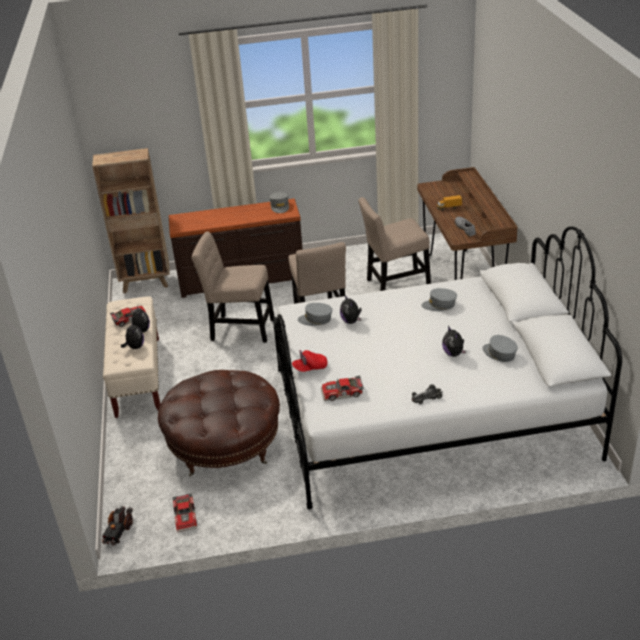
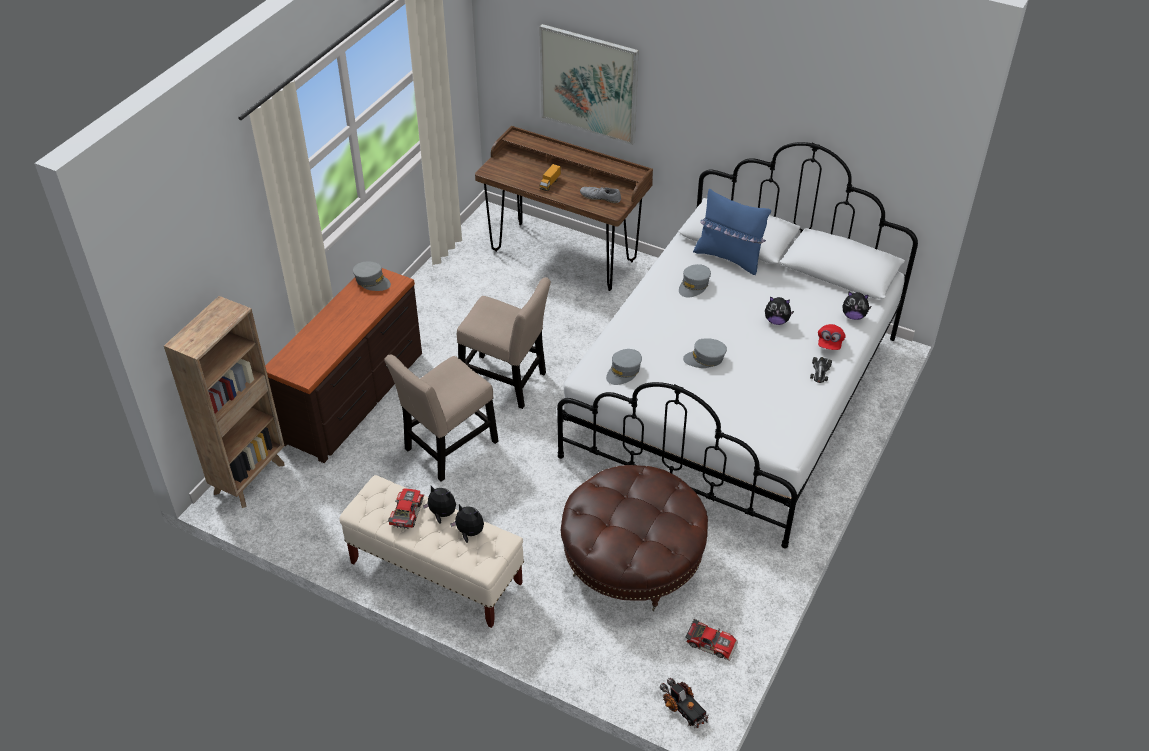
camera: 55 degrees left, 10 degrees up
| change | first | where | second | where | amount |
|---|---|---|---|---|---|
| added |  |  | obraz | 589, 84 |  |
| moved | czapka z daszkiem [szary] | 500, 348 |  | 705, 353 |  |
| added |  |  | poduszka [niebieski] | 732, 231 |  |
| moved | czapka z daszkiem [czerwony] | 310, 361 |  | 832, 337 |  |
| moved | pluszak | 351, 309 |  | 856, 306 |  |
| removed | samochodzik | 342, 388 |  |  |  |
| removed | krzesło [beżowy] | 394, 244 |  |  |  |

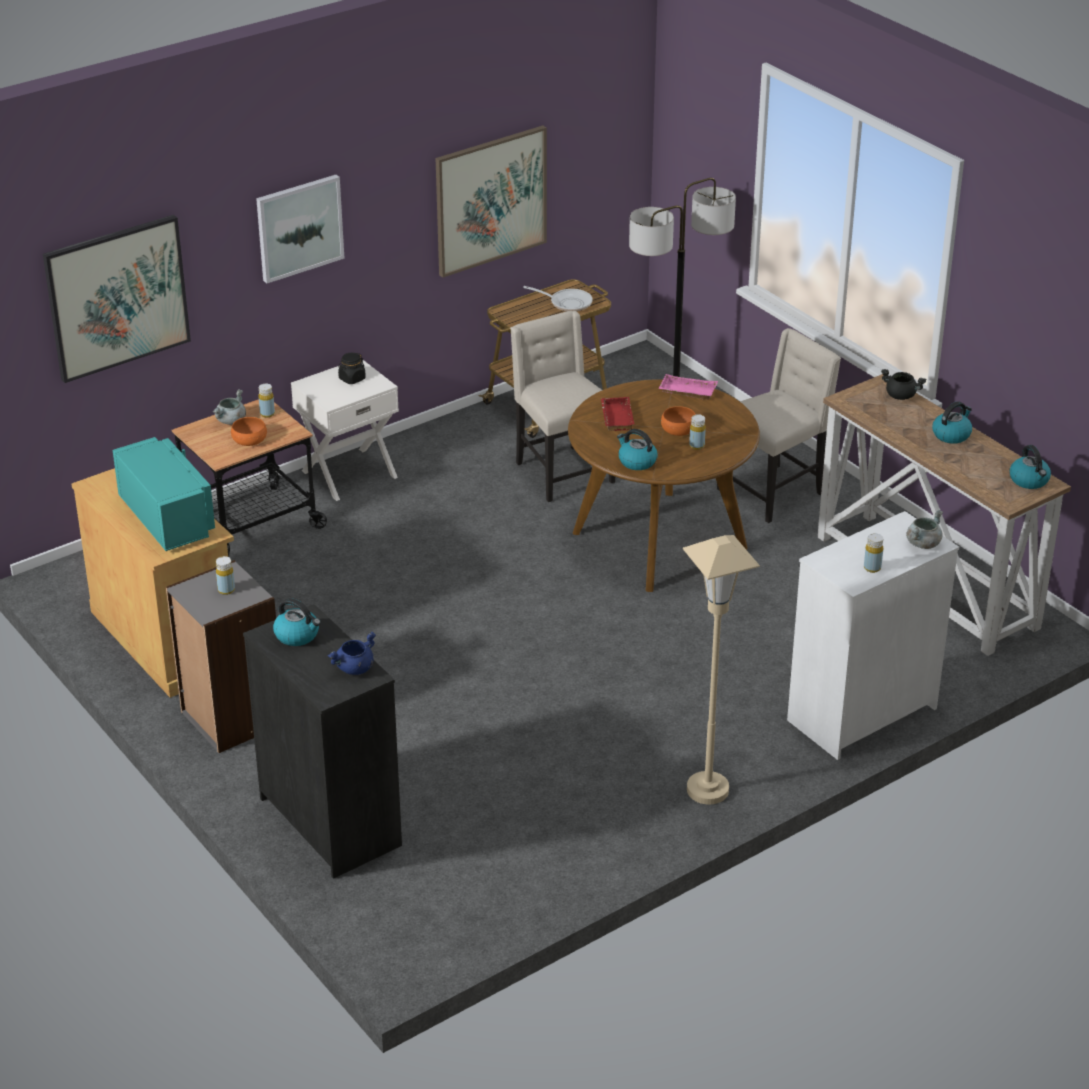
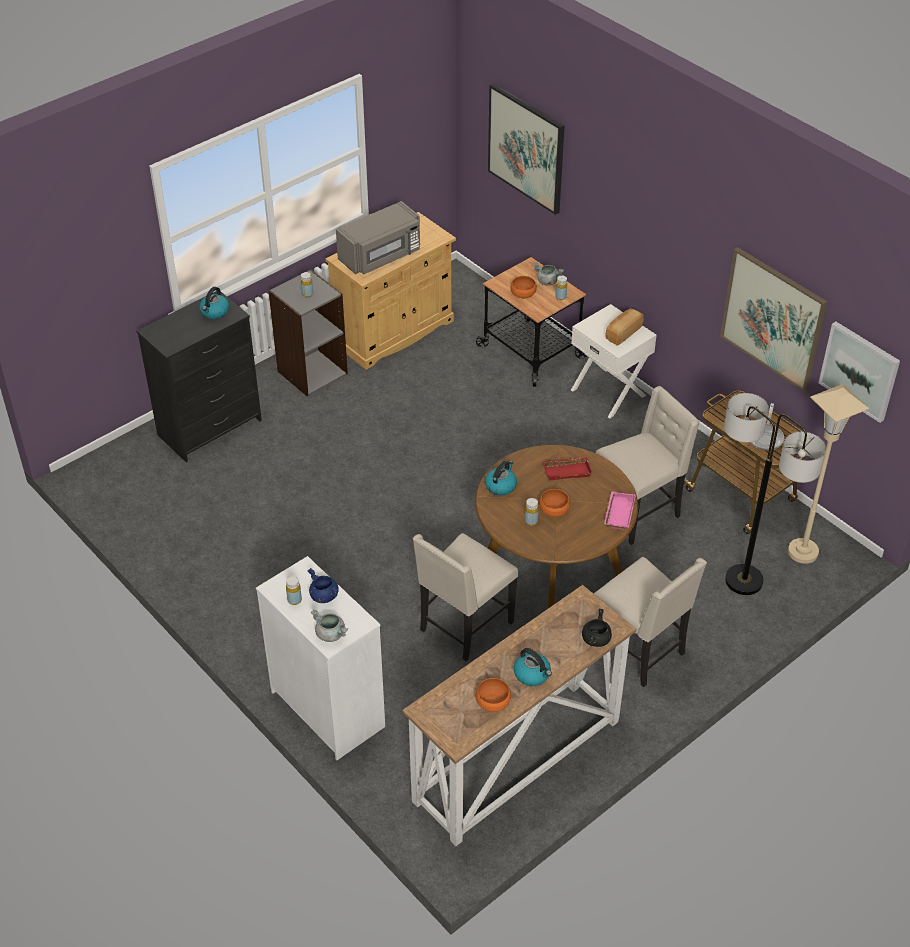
camera: 85 degrees right, 10 degrees up
| change | first | where | second | where | amount |
|---|---|---|---|---|---|
| moved | garnek [niebieski] | 351, 653 |  | 323, 585 |  |
| recoloured | mikrofalówka [turkusowy] | 164, 494 | mikrofalówka [szary] | 378, 237 |  |
| added |  |  | krzesło [beżowy] | 465, 597 |  |
| added |  |  | miska [pomarańczowy] | 493, 695 |  |
| replaced | słoik [czarny] | 352, 368 | chleb | 625, 327 |  |
| moved | lampa stojąca [beżowy] | 721, 669 |  | 828, 474 |  |
| moved | obraz | 300, 229 |  | 859, 372 |  |
| removed | czajnik | 1030, 467 |  |  |  |

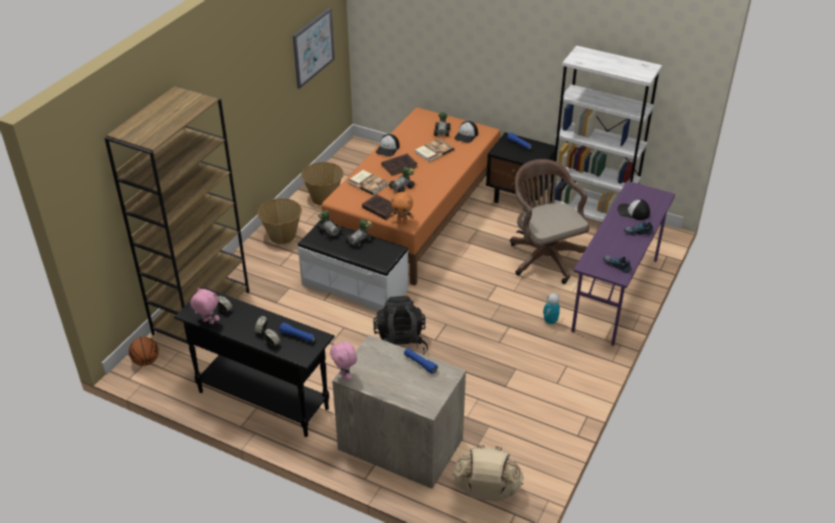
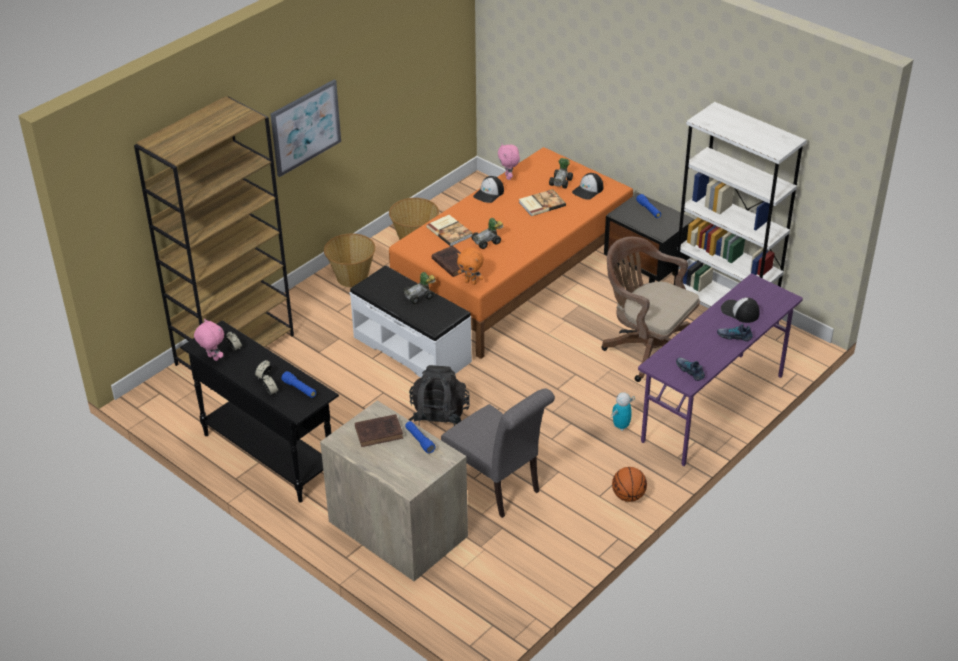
camera: 15 degrees right, 0 degrees up
| change | first | where | second | where | amount |
|---|---|---|---|---|---|
| moved | obraz | 314, 48 |  | 305, 128 |  |
| moved | książka [brązowy] | 399, 165 |  | 379, 430 |  |
| added |  |  | krzesło [szary] | 498, 453 |  |
| moved | pluszak [różowy] | 343, 361 |  | 509, 162 |  |
| turned | krzesło biurowe [brązowy] | 549, 221 |  | 650, 309 | 45 degrees counterclockwise |
| moved | piłka do koszykówki | 144, 351 |  | 629, 484 |  |
| removed | samochodzik | 329, 224 |  |  |  |
| removed | plecak [beżowy] | 488, 473 |  |  |  |

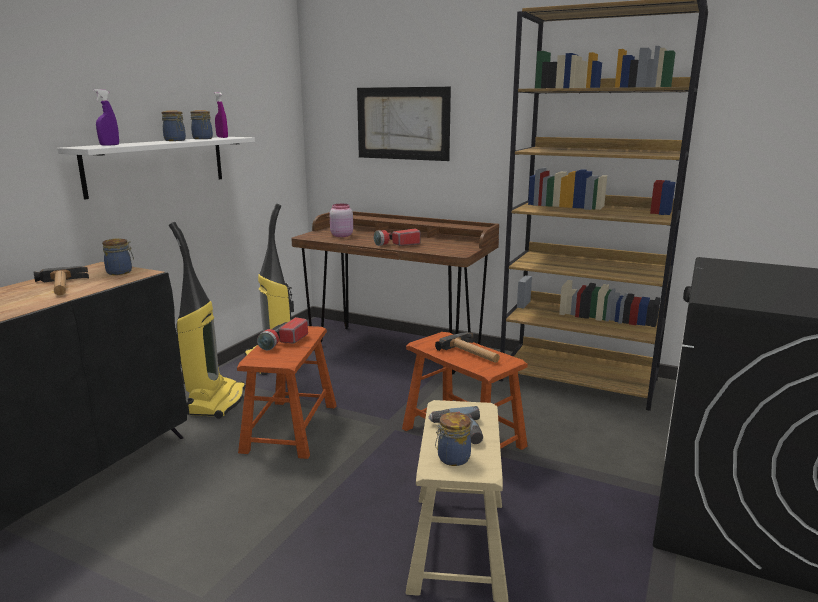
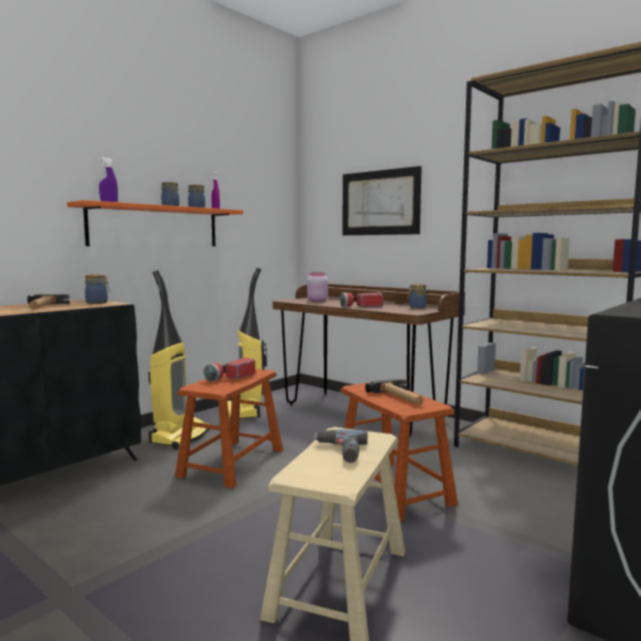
camera: 15 degrees right, 10 degrees down
| change | first | where | second | where | amount |
|---|---|---|---|---|---|
| recoloured | półka [biały] | 156, 168 | półka [pomarańczowy] | 155, 223 |  |
| moved | słoik | 453, 439 |  | 417, 296 |  |

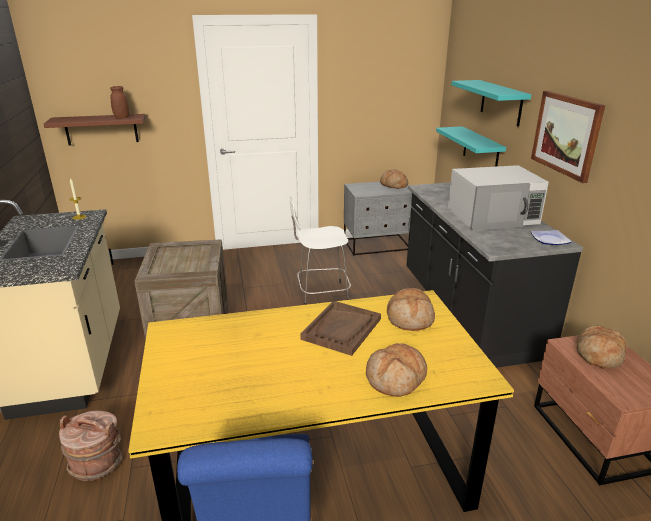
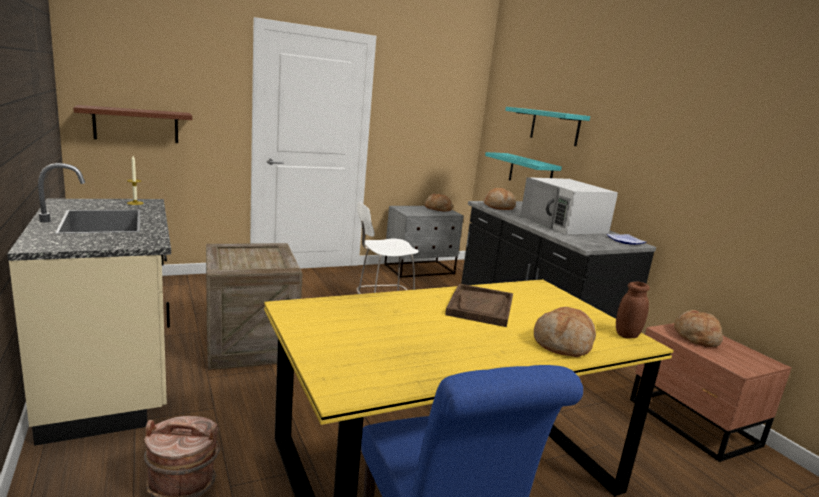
camera: 15 degrees left, 10 degrees down
| change | first | where | second | where | amount |
|---|---|---|---|---|---|
| moved | chleb | 411, 309 |  | 500, 199 |  |
| turned | mikrofalówka [biały] | 498, 197 |  | 569, 205 | 90 degrees clockwise |
| moved | słoik [brązowy] | 119, 102 |  | 632, 310 |  |
| removed | obraz | 568, 137 |  |  |  |

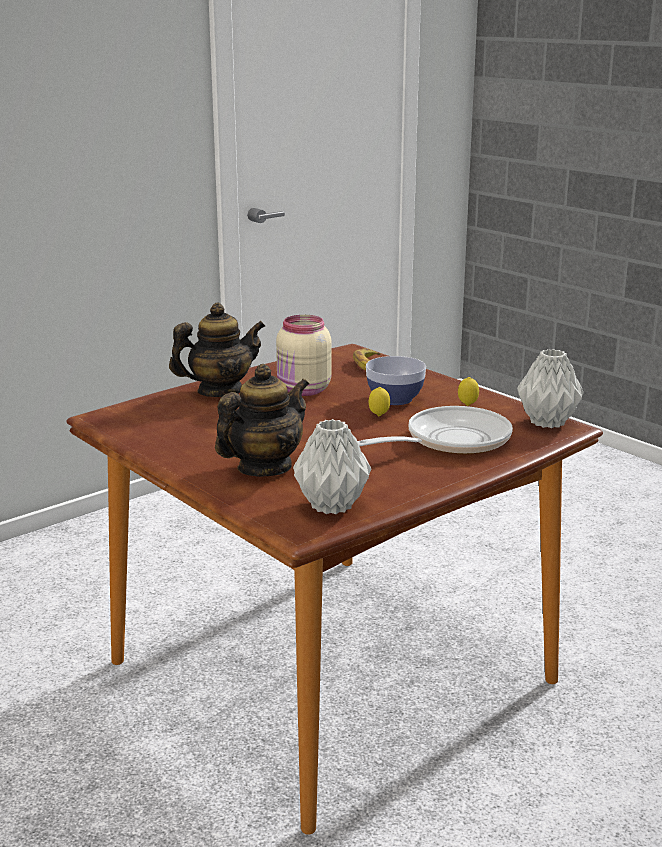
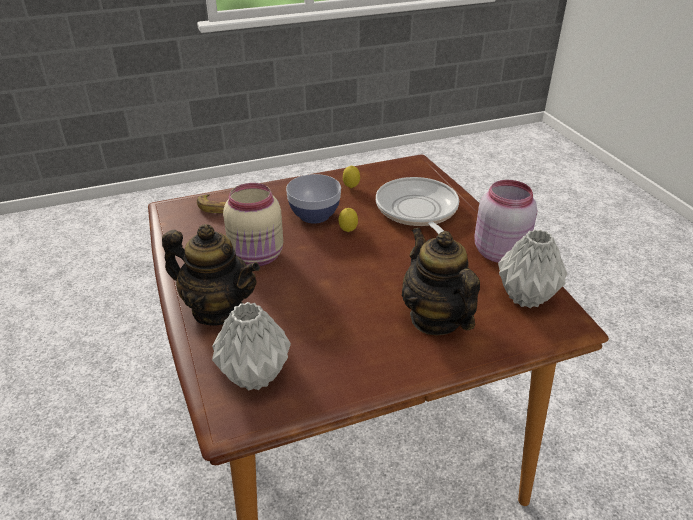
camera: 70 degrees left, 15 degrees up
| change | first | where | second | where | amount |
|---|---|---|---|---|---|
| turned | imbryk | 217, 350 |  | 211, 275 | 120 degrees clockwise |
| moved | wazon [szary] | 550, 388 |  | 251, 346 |  |
| added |  |  | słoik [różowy] | 506, 221 |  |

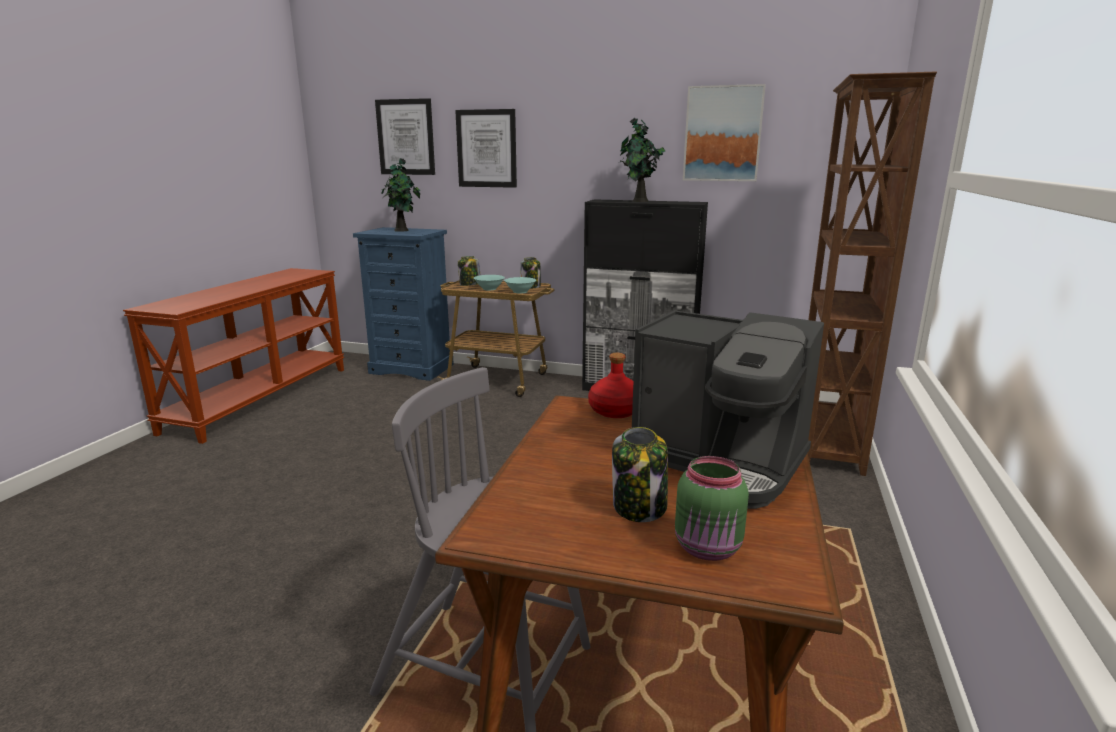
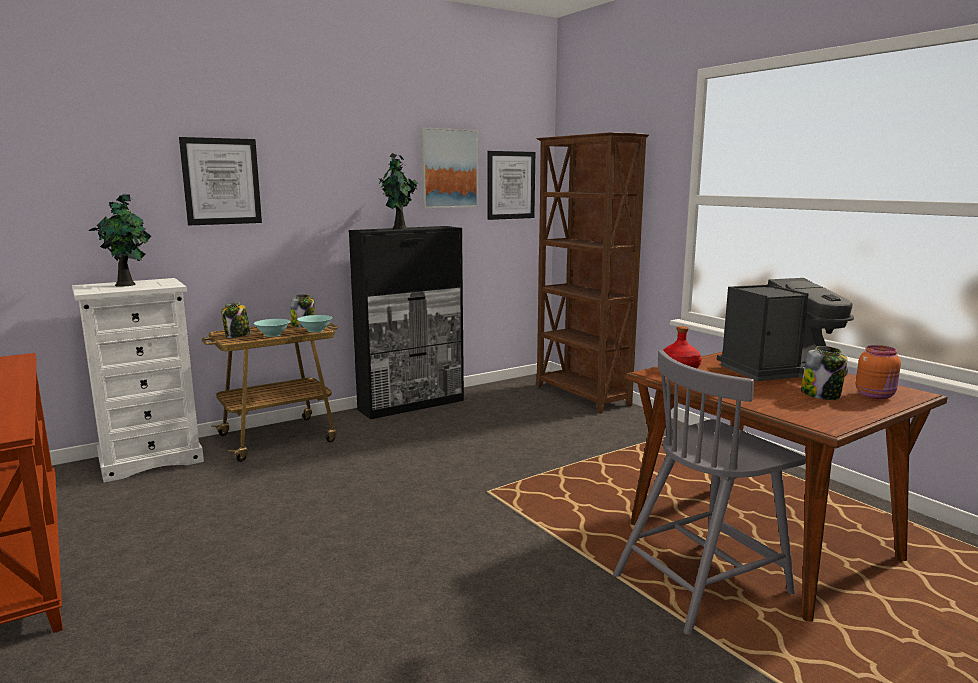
camera: 50 degrees left, 5 degrees down
| change | first | where | second | where | amount |
|---|---|---|---|---|---|
| recoloured | komoda [niebieski] | 403, 304 | komoda [biały] | 138, 380 |  |
| moved | obraz | 405, 136 |  | 511, 185 |  |
| recoloured | słoik [zielony] | 712, 508 | słoik [pomarańczowy] | 878, 372 |  |

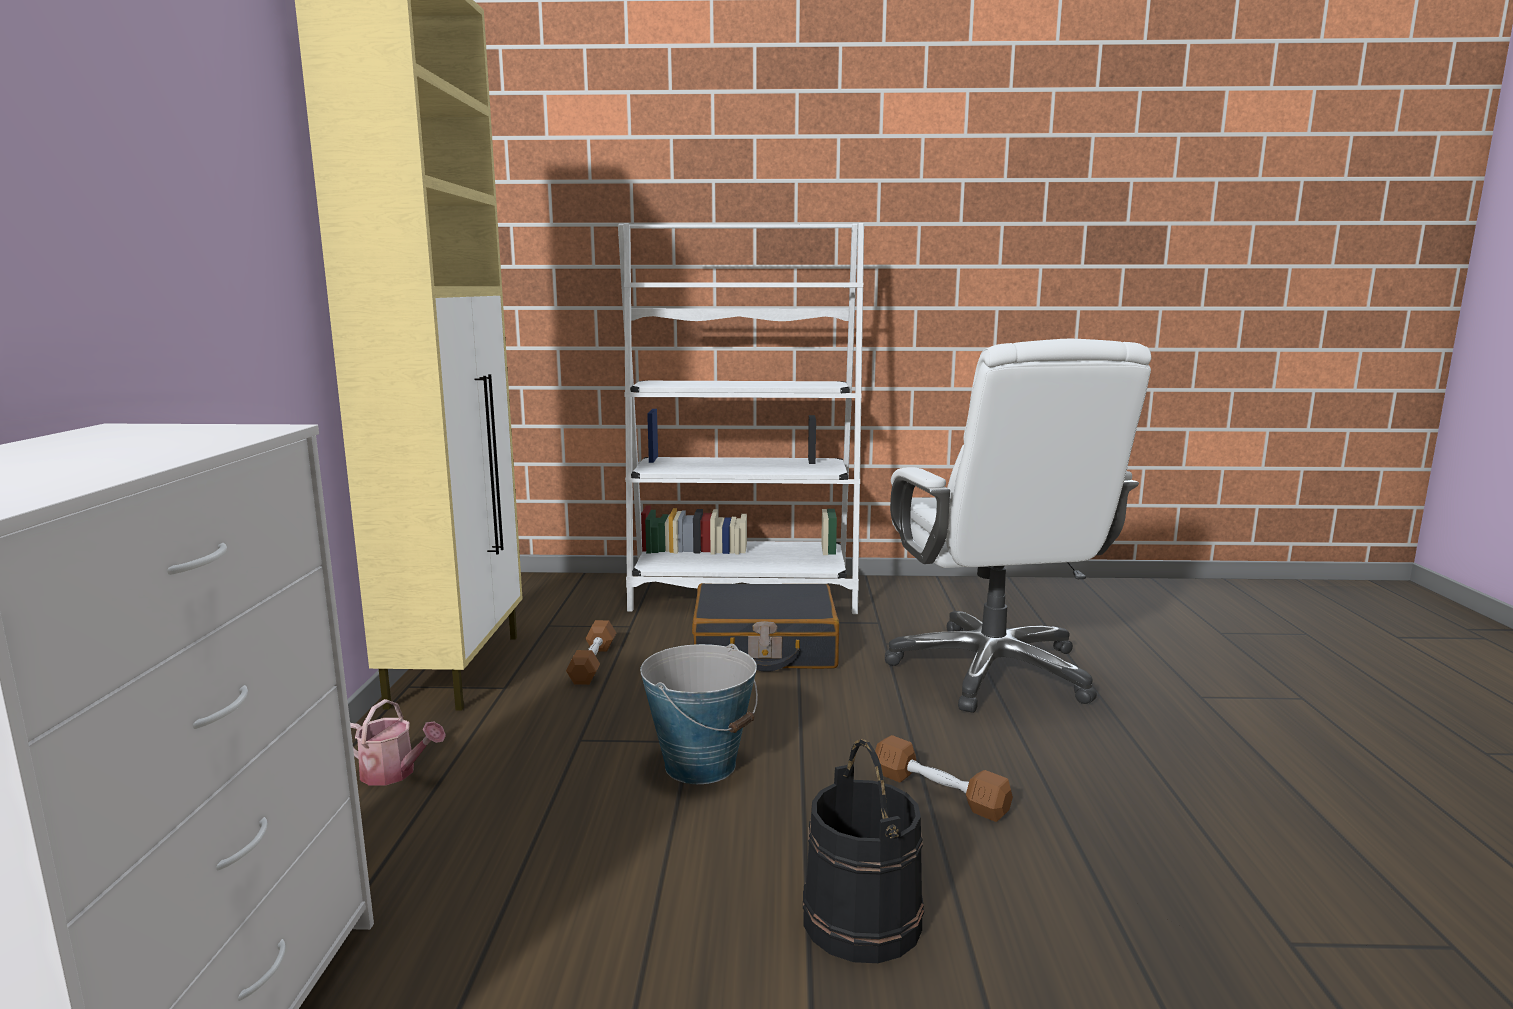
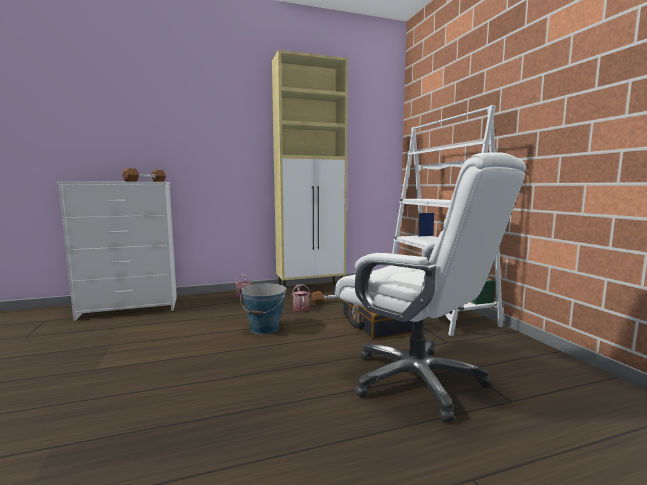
camera: 70 degrees right, 5 degrees down
| change | first | where | second | where | amount |
|---|---|---|---|---|---|
| moved | hantel [brązowy] | 944, 778 |  | 144, 175 |  |
| added |  |  | konewka | 301, 297 |  |
| turned | krzesło biurowe [biały] | 1018, 526 |  | 430, 287 | 105 degrees counterclockwise |
| removed | wiadro [czarny] | 863, 851 |  |  |  |

